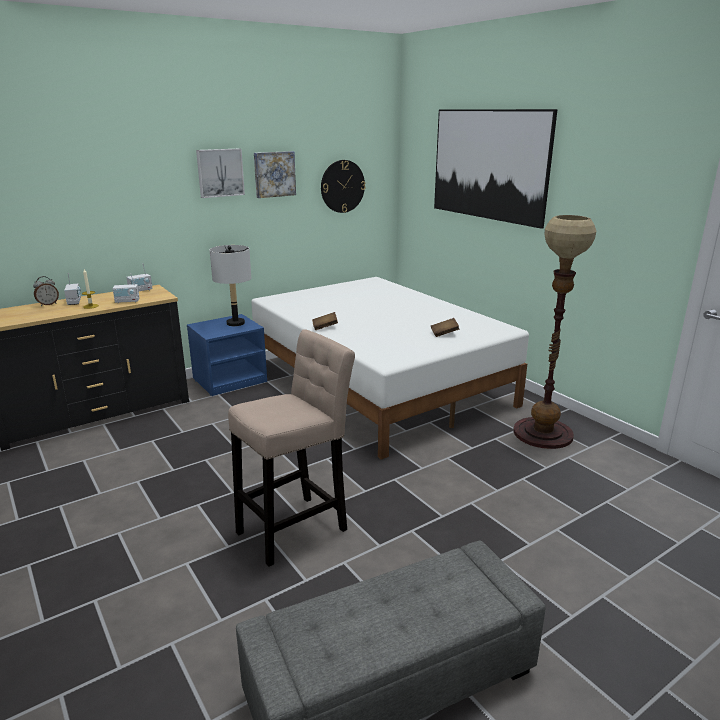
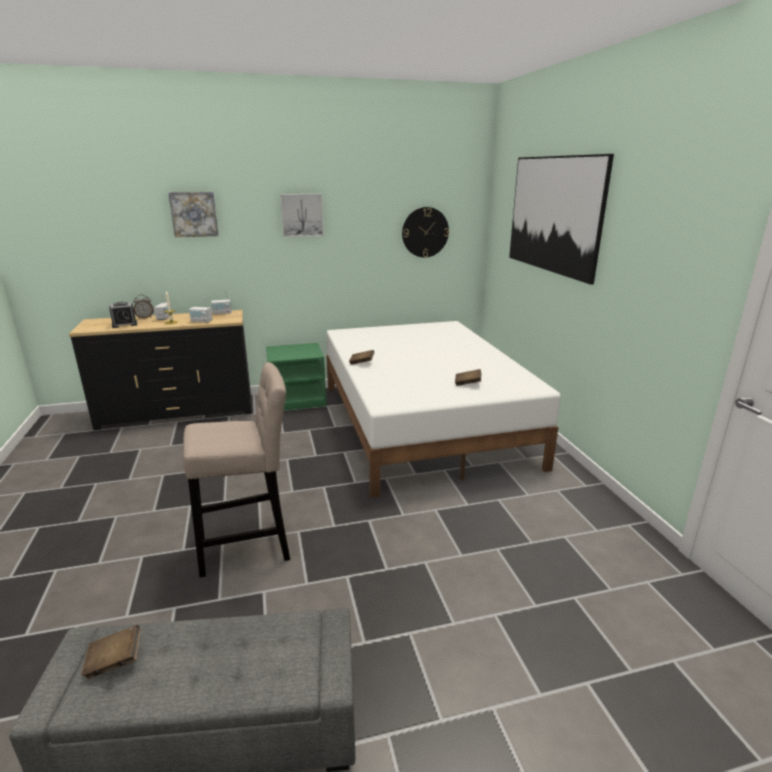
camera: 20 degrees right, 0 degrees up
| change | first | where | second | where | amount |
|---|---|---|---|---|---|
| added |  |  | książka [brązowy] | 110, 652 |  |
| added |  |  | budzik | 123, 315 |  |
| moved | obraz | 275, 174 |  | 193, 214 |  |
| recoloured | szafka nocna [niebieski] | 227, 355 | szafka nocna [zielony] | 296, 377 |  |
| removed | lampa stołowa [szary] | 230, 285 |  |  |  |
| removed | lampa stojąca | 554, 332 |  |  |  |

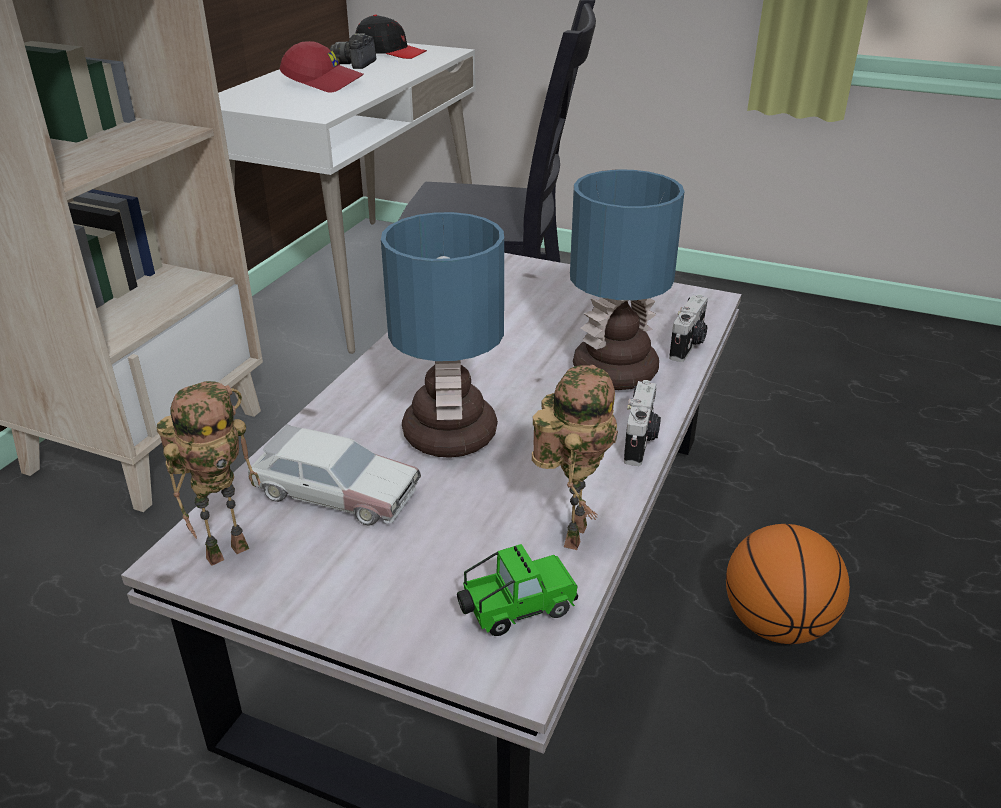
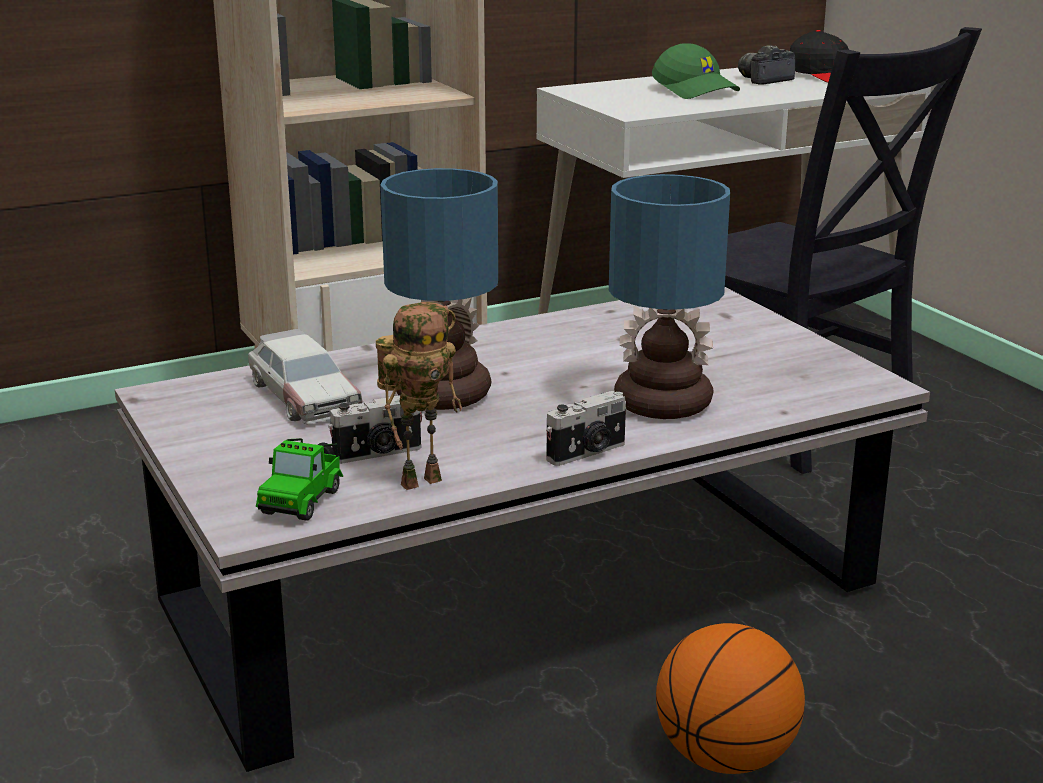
camera: 40 degrees right, 10 degrees down
| change | first | where | second | where | amount |
|---|---|---|---|---|---|
| turned | samochodzik | 517, 590 |  | 299, 479 | 90 degrees clockwise |
| moved | aparat fotograficzny | 688, 328 |  | 375, 429 |  |
| recoloured | czapka z daszkiem [czerwony] | 322, 66 | czapka z daszkiem [zielony] | 696, 71 |  |
| removed | robot zabawkowy | 209, 473 |  |  |  |

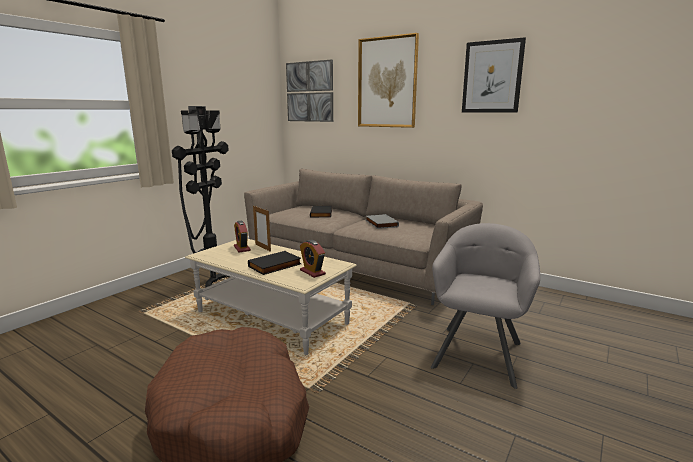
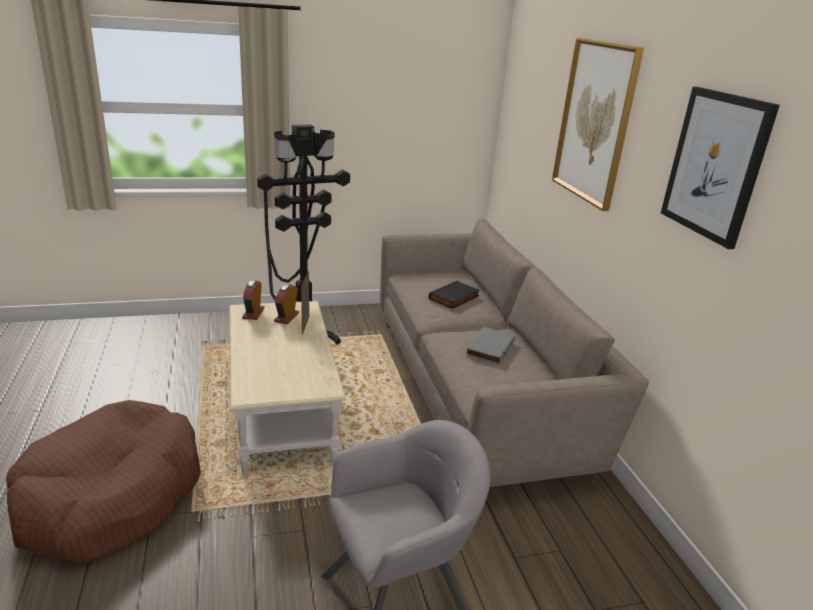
camera: 40 degrees right, 10 degrees up
| change | first | where | second | where | amount |
|---|---|---|---|---|---|
| moved | budzik | 313, 259 |  | 253, 300 |  |
| removed | książka [czarny] | 274, 263 |  |  |  |
| removed | obraz | 309, 91 |  |  |  |

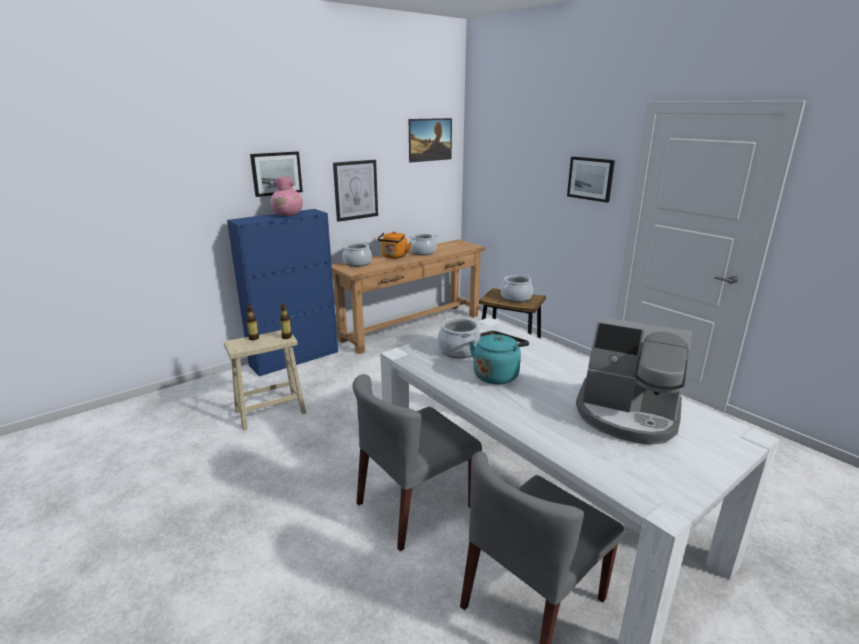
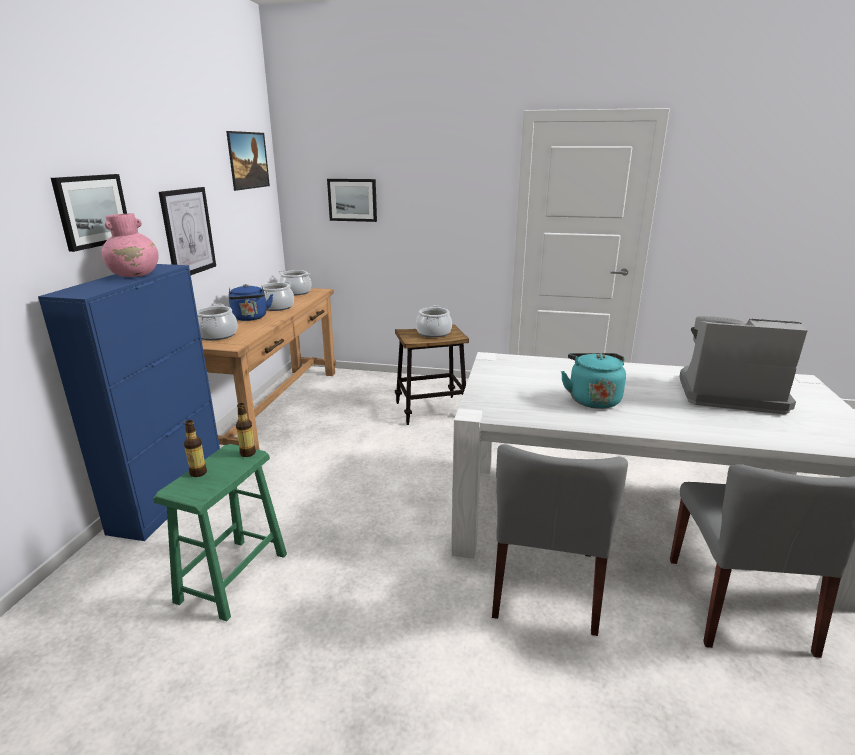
camera: 40 degrees left, 0 degrees up
| change | first | where | second | where | amount |
|---|---|---|---|---|---|
| recoloured | stołek [beżowy] | 265, 380 | stołek [zielony] | 220, 532 |  |
| recoloured | czajnik [pomarańczowy] | 394, 244 | czajnik [niebieski] | 251, 302 |  |
| moved | garnek | 459, 337 |  | 295, 283 |  |
| moved | obraz | 591, 180 |  | 352, 200 |  |
| turned | ekspres do kawy | 634, 381 |  | 743, 365 | 150 degrees counterclockwise |

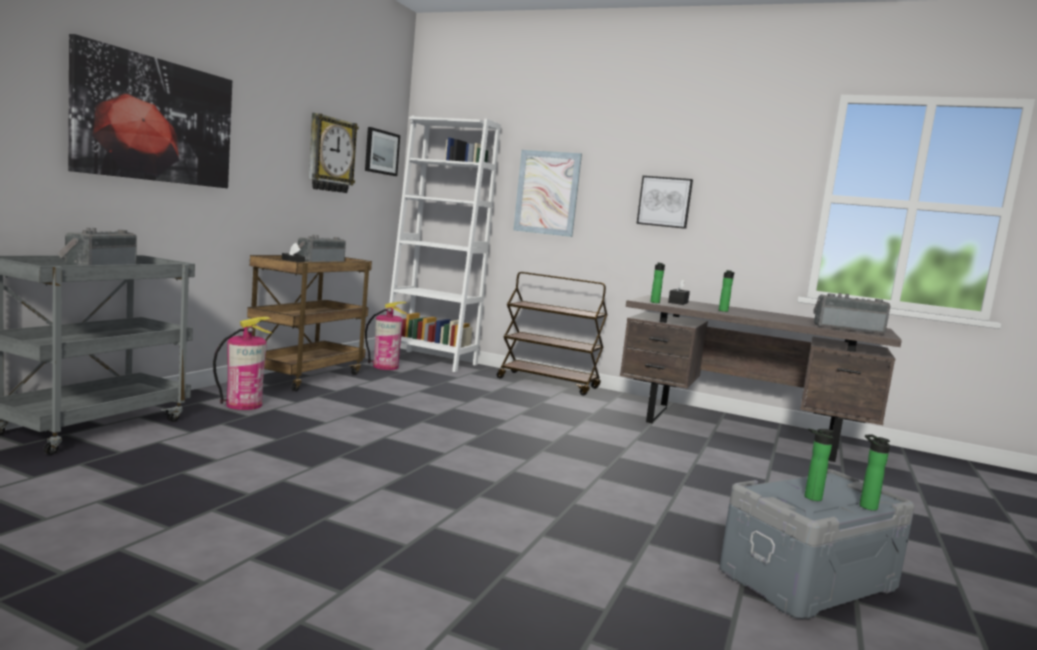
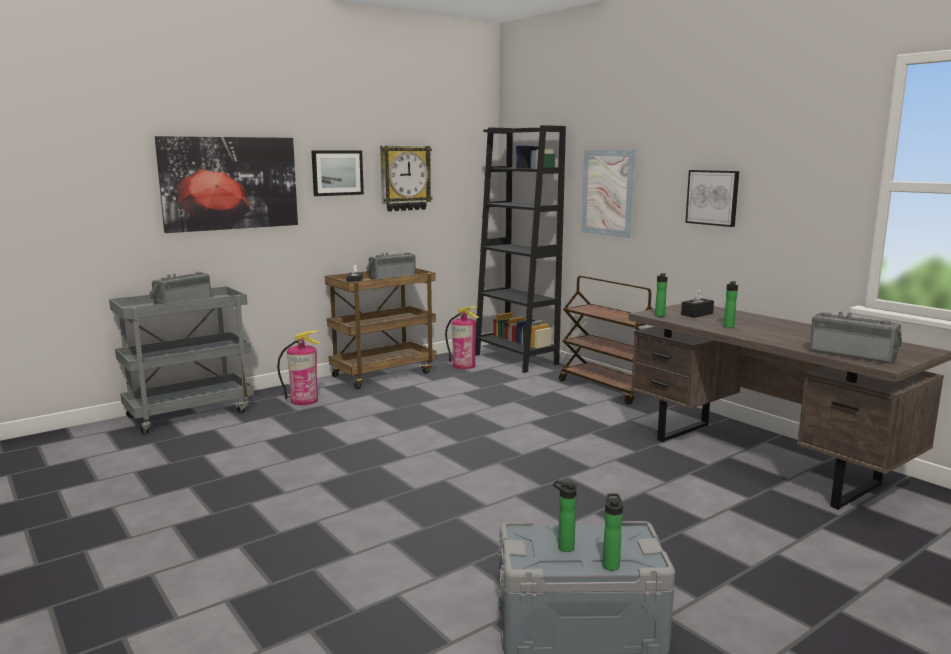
camera: 30 degrees right, 5 degrees up
| change | first | where | second | where | amount |
|---|---|---|---|---|---|
| moved | obraz | 382, 151 |  | 337, 173 |  |
| recoloured | regał [biały] | 445, 244 | regał [czarny] | 520, 249 |  |

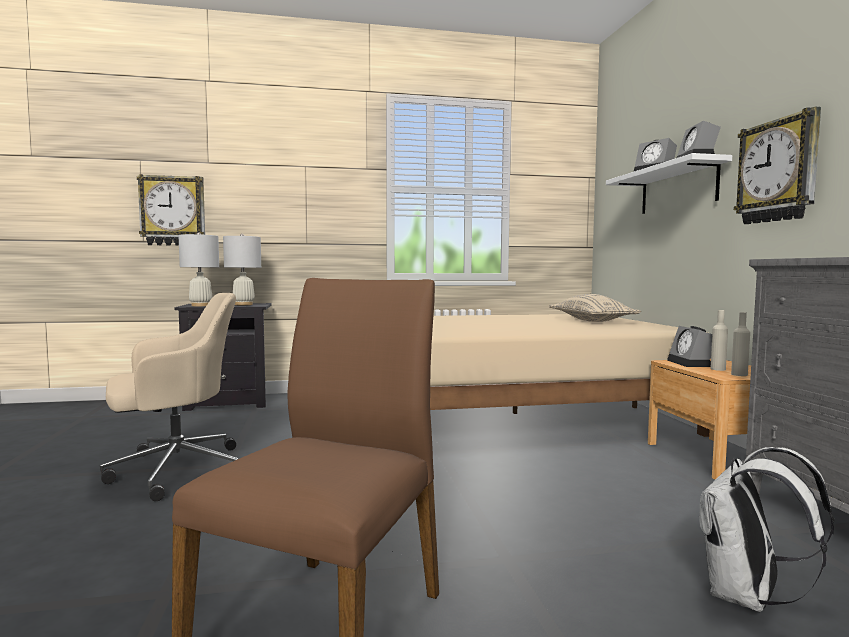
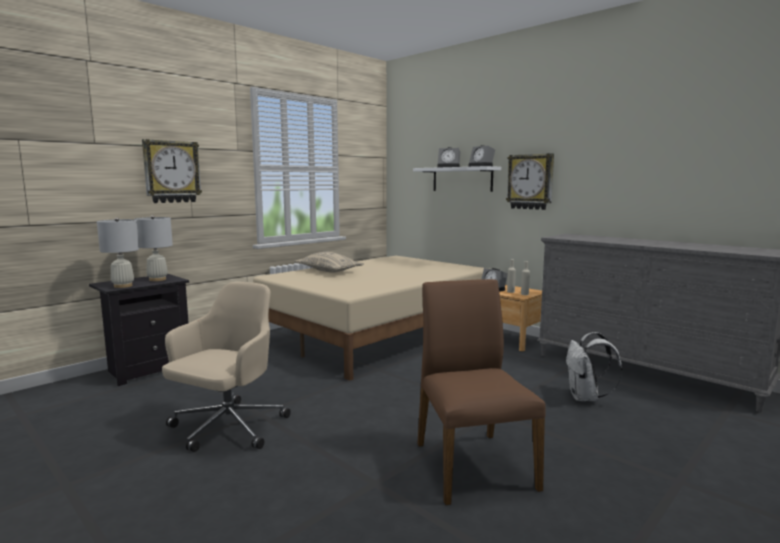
camera: 35 degrees left, 5 degrees up
| change | first | where | second | where | amount |
|---|---|---|---|---|---|
| moved | zegar ścienny | 171, 210 |  | 172, 171 |  |
| moved | poduszka [beżowy] | 595, 308 |  | 329, 262 |  |

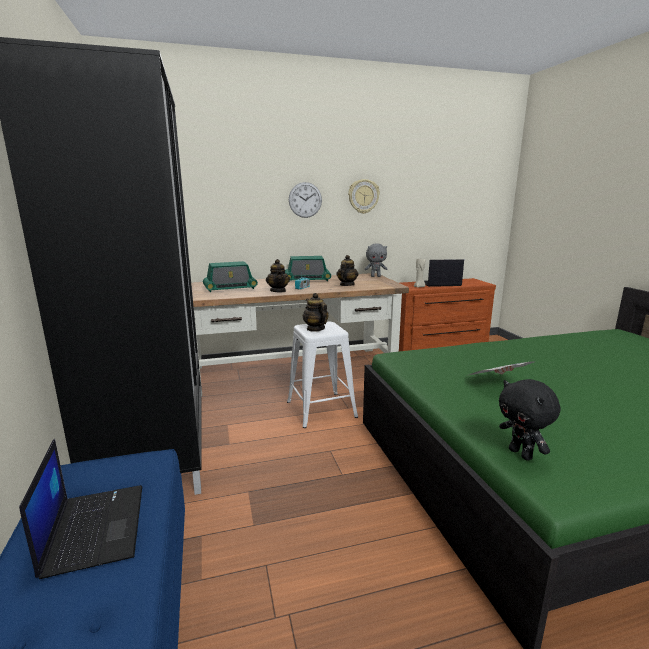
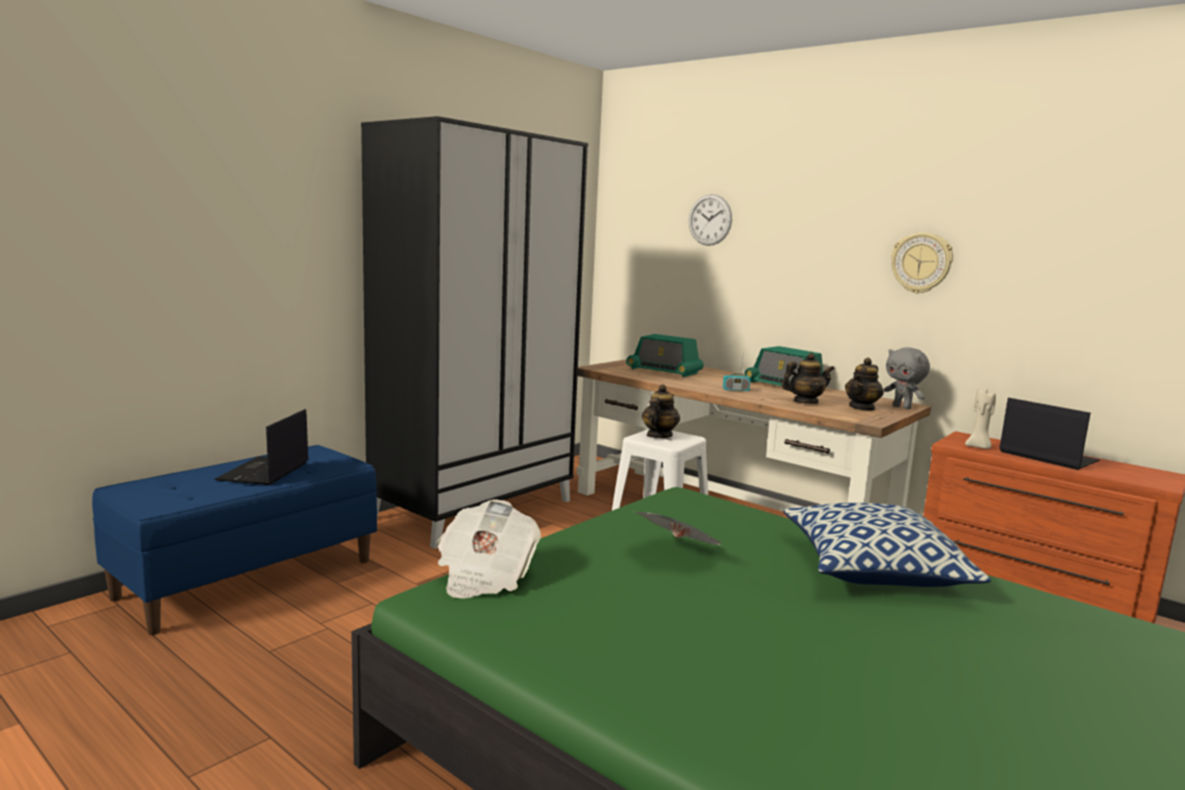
camera: 55 degrees right, 5 degrees down
| change | first | where | second | where | amount |
|---|---|---|---|---|---|
| turned | laptop | 80, 509 |  | 261, 447 | 150 degrees clockwise |
| replaced | pluszak [czarny] | 529, 420 | gazeta | 489, 549 |  |
| moved | zegar ścienny | 305, 200 |  | 710, 220 |  |
| added |  |  | poduszka | 887, 545 |  |
| moved | imbryk | 278, 275 |  | 864, 384 |  |

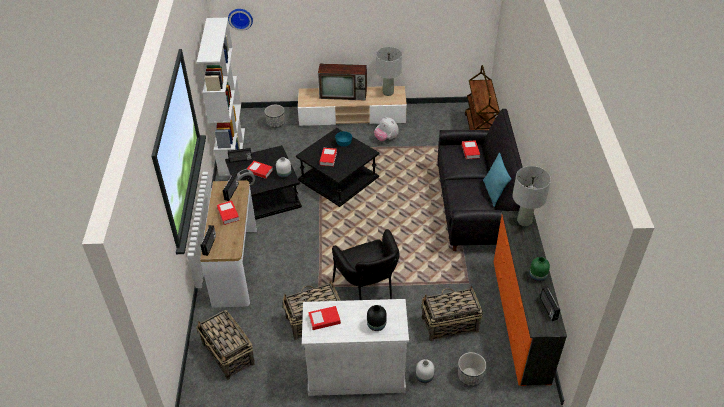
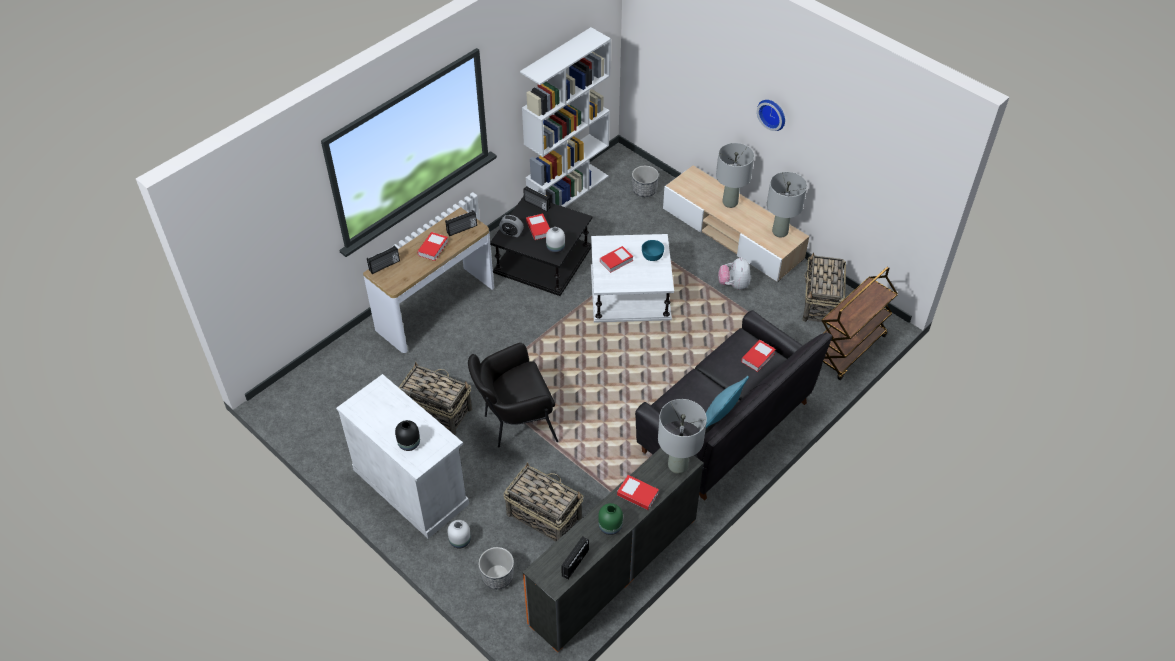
camera: 45 degrees right, 5 degrees up
| change | first | where | second | where | amount |
|---|---|---|---|---|---|
| turned | fotel [czarny] | 366, 264 |  | 513, 395 | 45 degrees clockwise |
| recoloured | stolik [czarny] | 337, 167 | stolik [biały] | 632, 278 |  |
| moved | książka | 324, 318 |  | 638, 492 |  |
| replaced | telewizor | 342, 82 | lampa stołowa [szary] | 735, 175 |  |
| moved | zegar ścienny | 240, 20 |  | 771, 115 |  |
| moved | koszyk | 225, 345 |  | 824, 287 |  |

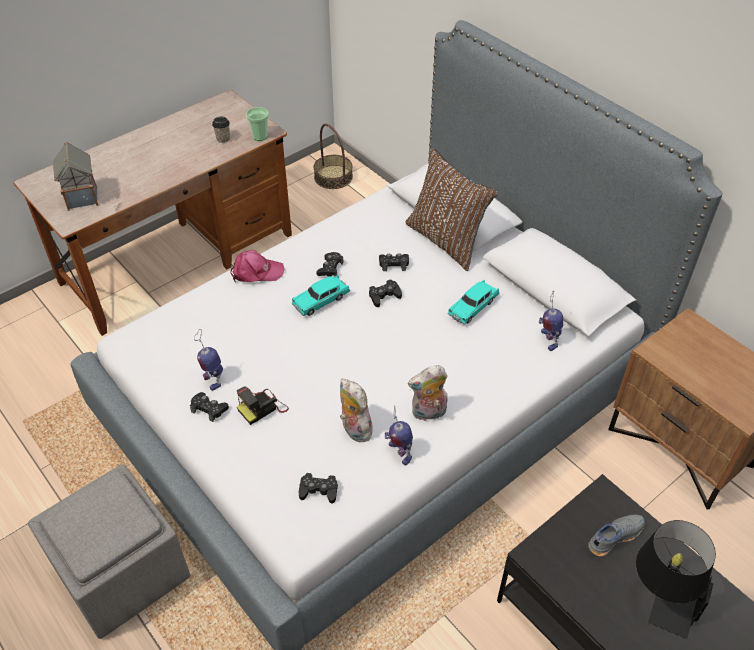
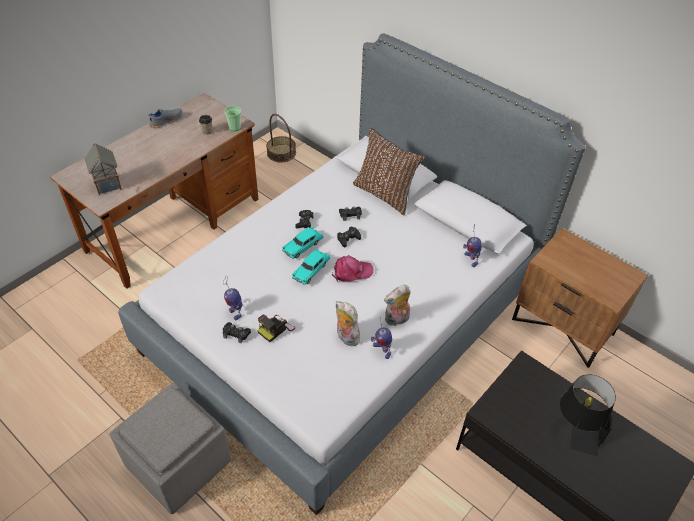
camera: 10 degrees left, 0 degrees up
| change | first | where | second | where | amount |
|---|---|---|---|---|---|
| moved | but [szary] | 616, 535 |  | 165, 118 |  |
| moved | samochodzik [turkusowy] | 473, 302 |  | 311, 267 |  |
| moved | czapka z daszkiem [różowy] | 257, 266 |  | 353, 268 |  |
| removed | pad do gier [czarny] | 318, 488 |  |  |  |

